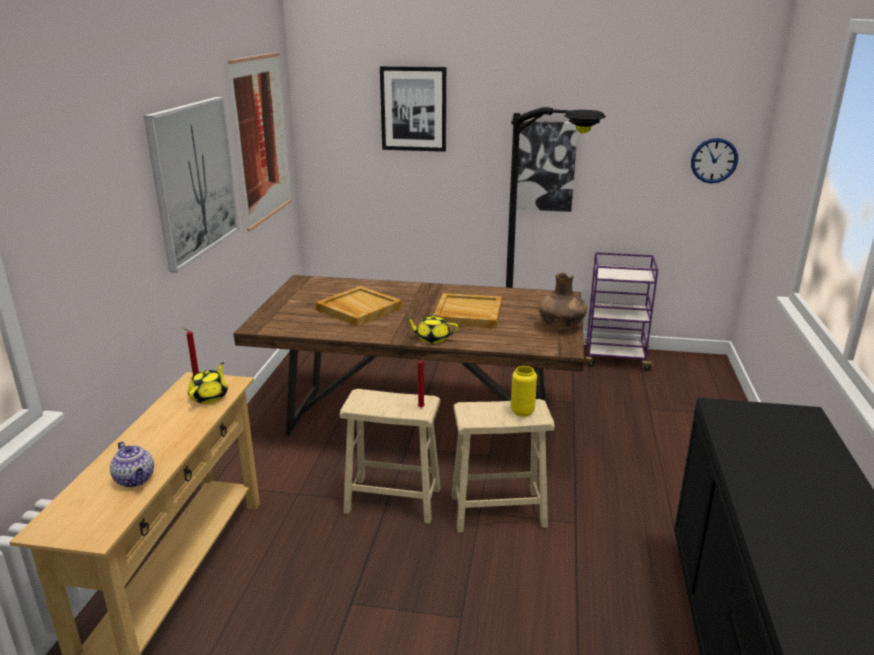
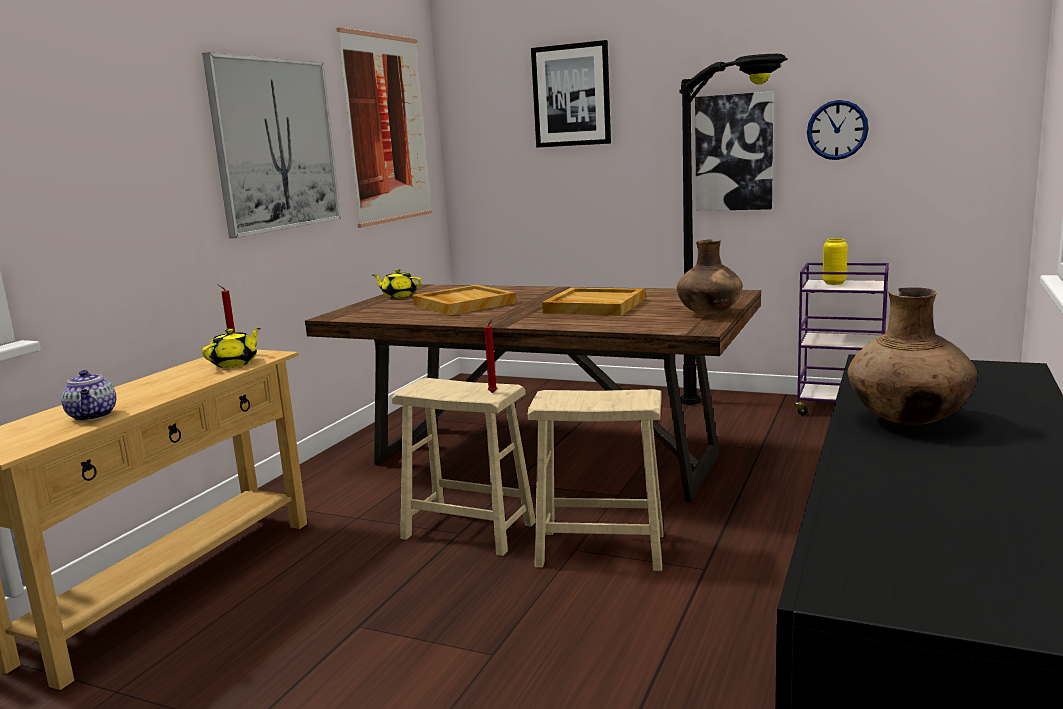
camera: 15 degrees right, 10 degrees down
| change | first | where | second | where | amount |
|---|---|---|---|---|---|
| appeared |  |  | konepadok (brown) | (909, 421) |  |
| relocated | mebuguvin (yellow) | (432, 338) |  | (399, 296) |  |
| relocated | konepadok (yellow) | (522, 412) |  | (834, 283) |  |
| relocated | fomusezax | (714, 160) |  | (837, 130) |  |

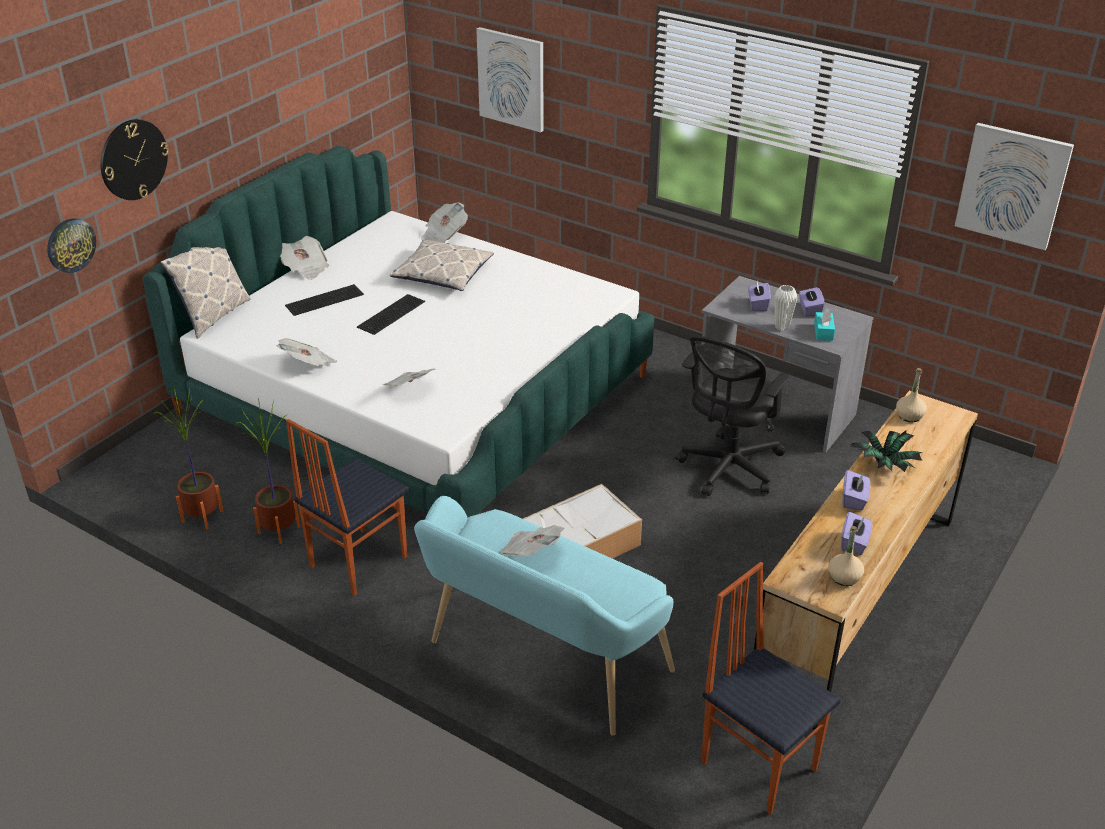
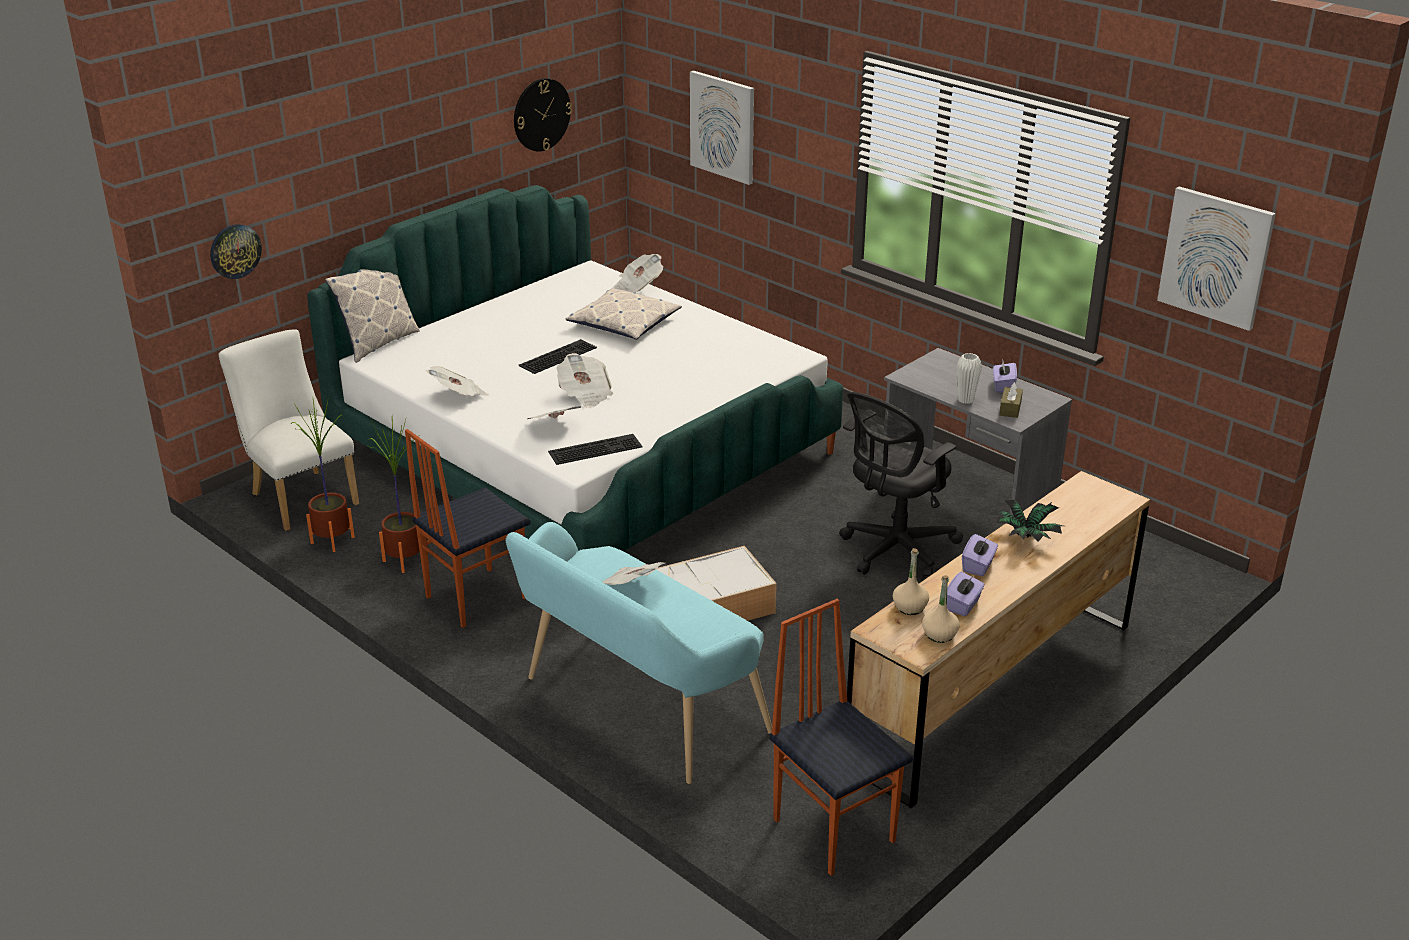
camera: 10 degrees right, 5 degrees down
| change | first | where | second | where | amount |
|---|---|---|---|---|---|
| missing | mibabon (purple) | (757, 305) |  |  |  |
| appeared |  |  | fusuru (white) | (300, 496) |  |
| relocated | fomusezax | (133, 159) |  | (541, 114) |  |
| relocated | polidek | (305, 268) |  | (585, 394) |  |
| relocated | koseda | (324, 299) |  | (595, 448) |  |
| relocated | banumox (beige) | (909, 416) |  | (910, 607) |  |
| colour | mibabon (turquoise) | (823, 332) | mibabon (brown) | (1010, 408) |  |

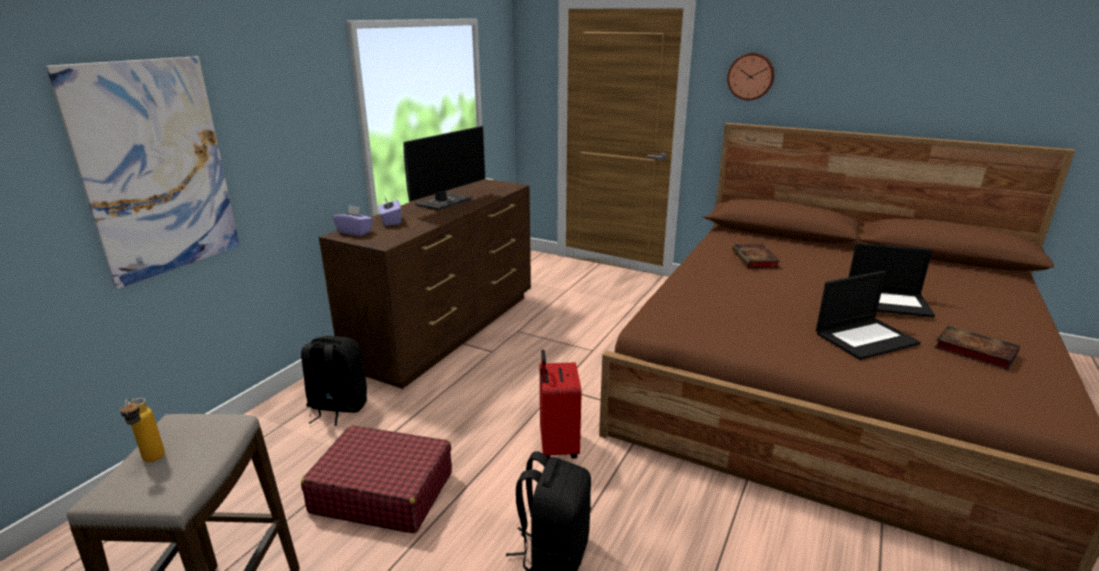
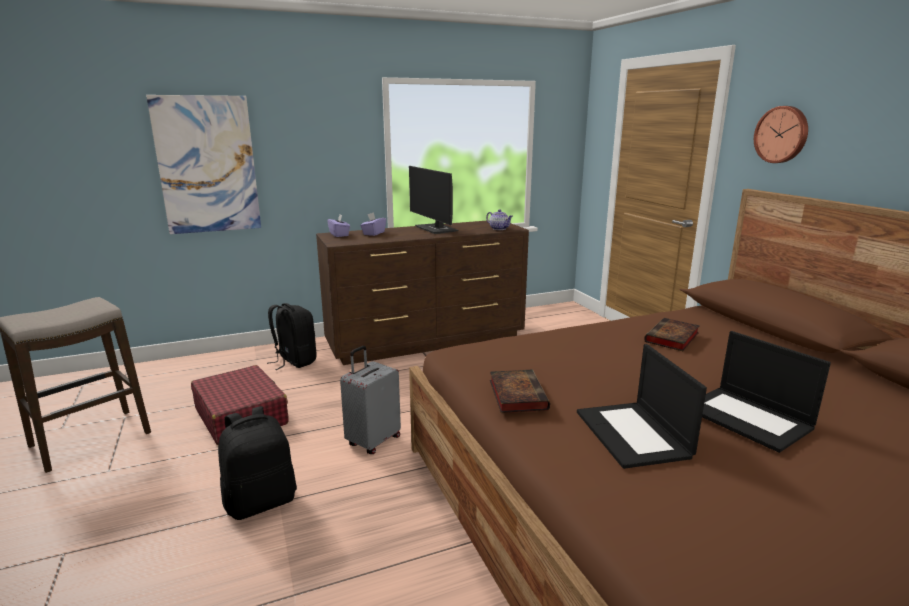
camera: 40 degrees right, 5 degrees down
| change | first | where | second | where | amount |
|---|---|---|---|---|---|
| missing | banumox | (152, 462) |  |  |  |
| appeared |  |  | mebuguvin | (499, 228) |  |
| relocated | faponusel | (972, 350) |  | (516, 394) |  |
| colour | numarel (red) | (557, 446) | numarel (grey) | (373, 441) |  |
| spun | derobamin | (444, 202) |  | (437, 229) | 75 degrees clockwise |
| spun | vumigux | (866, 338) |  | (634, 434) | 60 degrees clockwise |

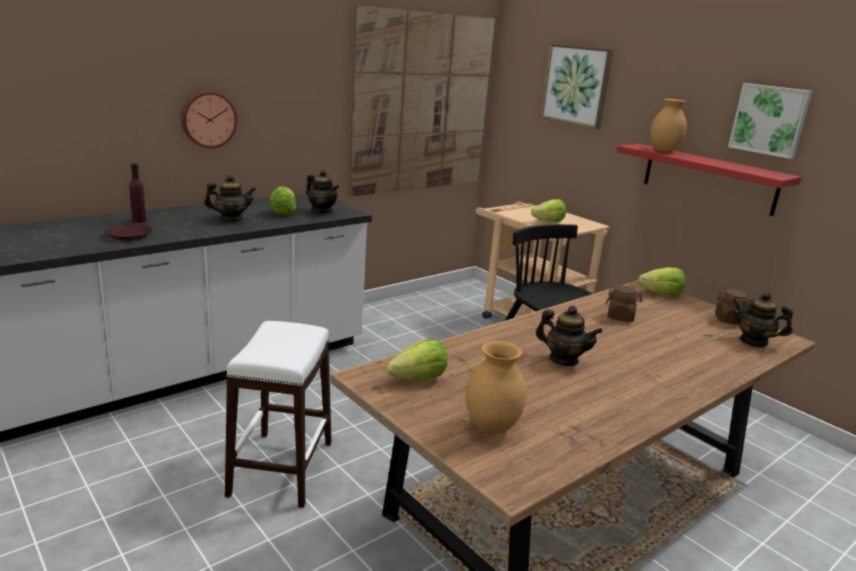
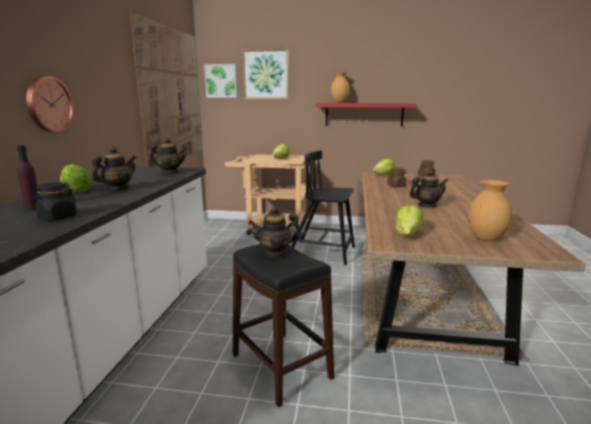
camera: 40 degrees left, 5 degrees down
| change | first | where | second | where | amount |
|---|---|---|---|---|---|
| relocated | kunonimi | (283, 212) |  | (75, 191) |  |
| relocated | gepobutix | (770, 120) |  | (221, 81) |  |
| relocated | mebuguvin | (754, 341) |  | (275, 253) |  |
| exchanged | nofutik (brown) | (129, 235) | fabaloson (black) | (57, 217) |  |
| colour | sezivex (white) | (280, 468) | sezivex (black) | (280, 366) |  |

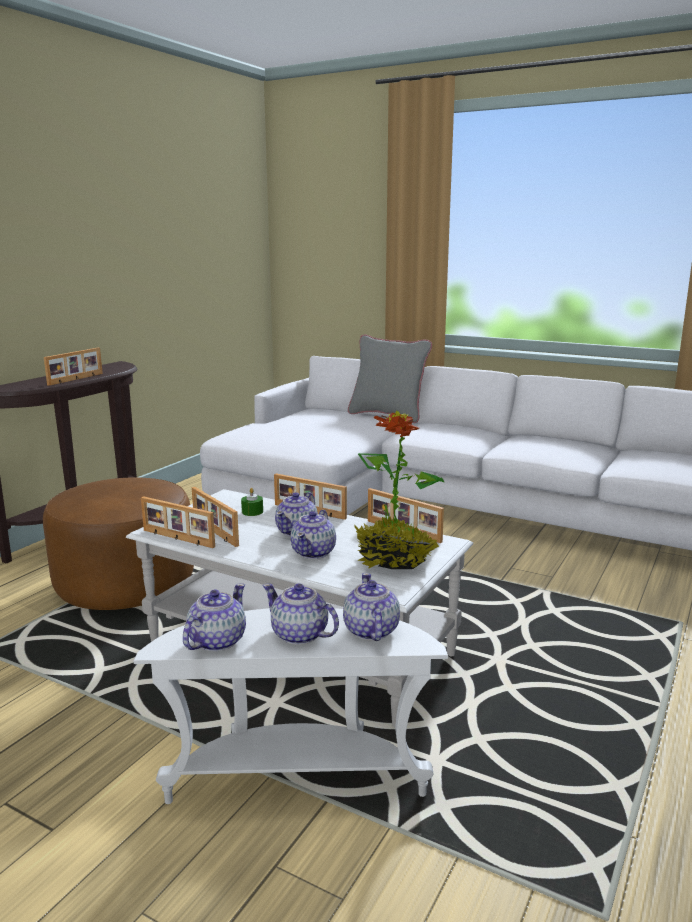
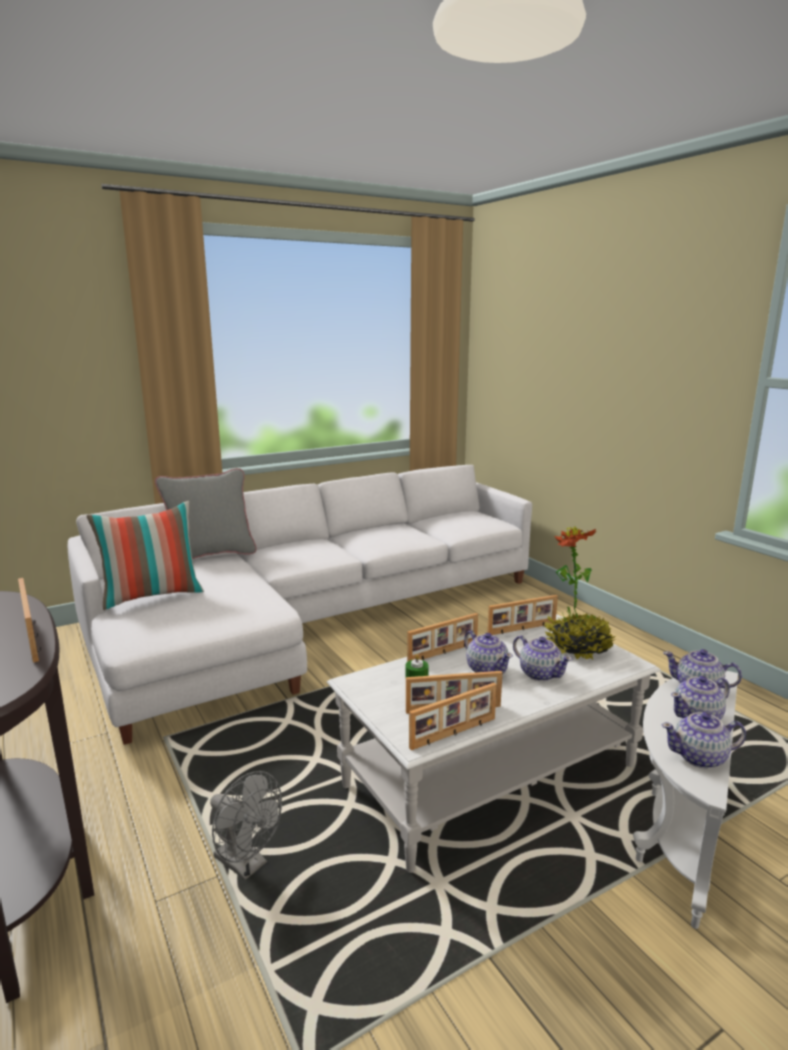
camera: 60 degrees left, 0 degrees up
| change | first | where | second | where | amount |
|---|---|---|---|---|---|
| appeared |  |  | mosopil | (152, 596) |  |
| exchanged | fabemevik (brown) | (126, 584) | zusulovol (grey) | (247, 864) |  |
| spun | mebuguvin | (216, 641) |  | (700, 757) | 60 degrees counterclockwise |

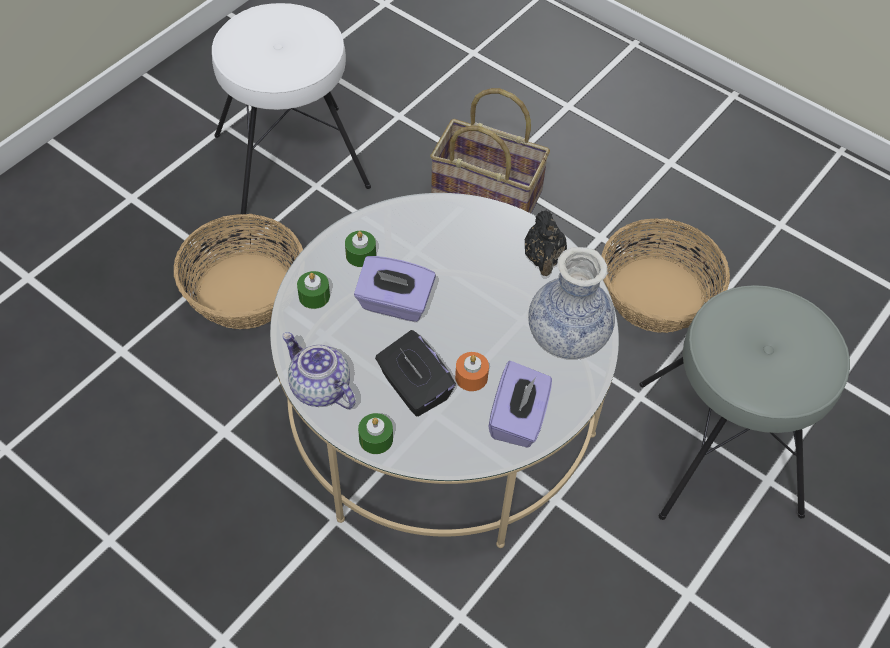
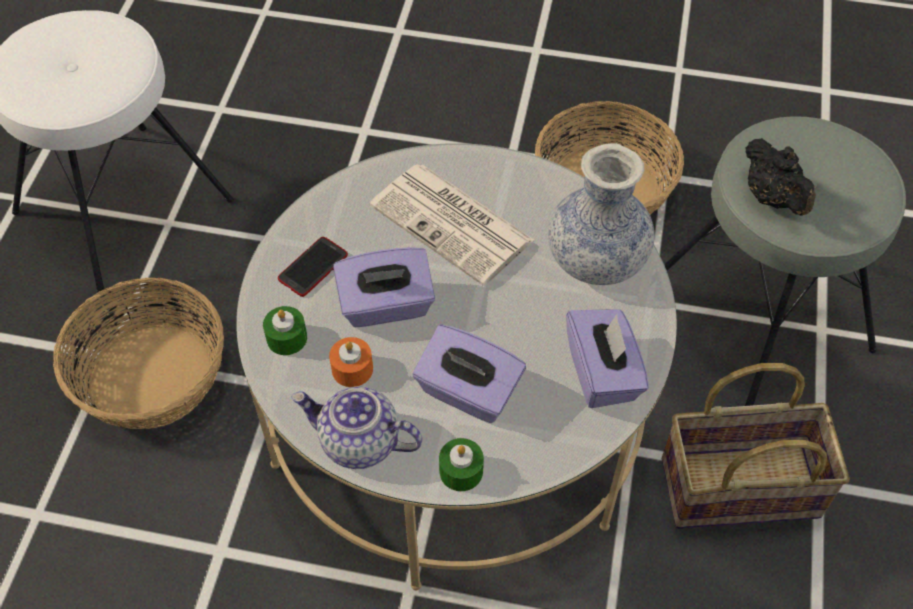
camera: 25 degrees left, 0 degrees up
| change | first | where | second | where | amount |
|---|---|---|---|---|---|
| appeared |  |  | polidek | (454, 224) |  |
| relocated | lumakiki | (488, 193) |  | (740, 485) |  |
| relocated | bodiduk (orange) | (471, 377) |  | (352, 369) |  |
| relocated | mebuguvin (black) | (543, 259) |  | (772, 198) |  |
| exchanged | bodiduk (green) | (361, 255) | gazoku | (313, 267) |  |
| colour | mibabon (black) | (414, 388) | mibabon (purple) | (468, 392) |  |

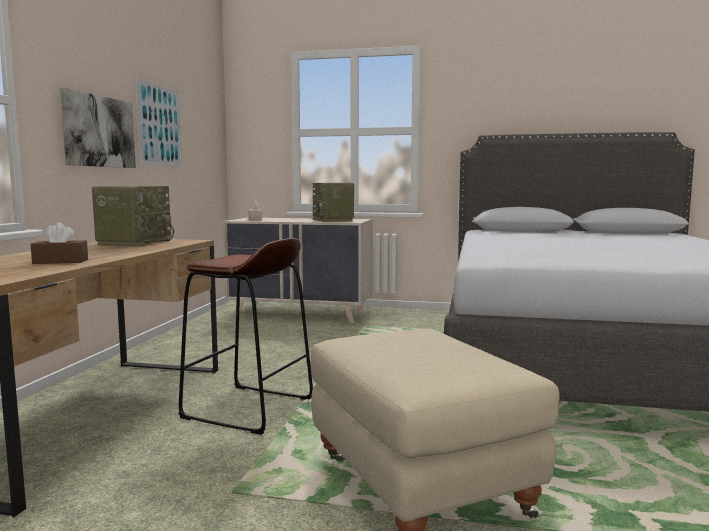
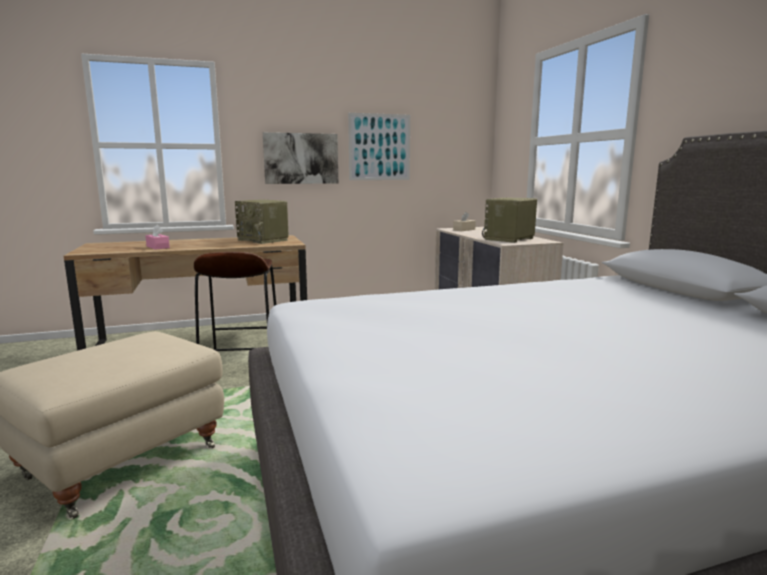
camera: 60 degrees right, 5 degrees up
| change | first | where | second | where | amount |
|---|---|---|---|---|---|
| colour | mibabon (brown) | (60, 261) | mibabon (pink) | (158, 247) |  |
| spun | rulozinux | (135, 243) |  | (264, 240) | 60 degrees clockwise |

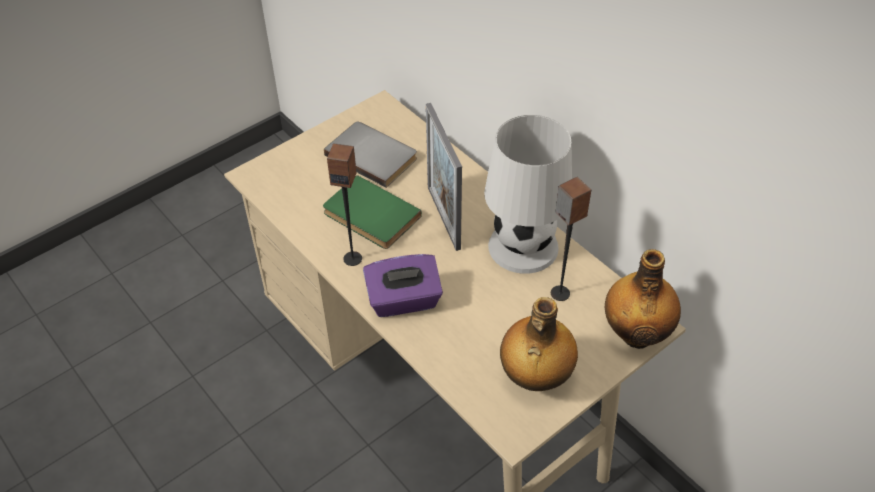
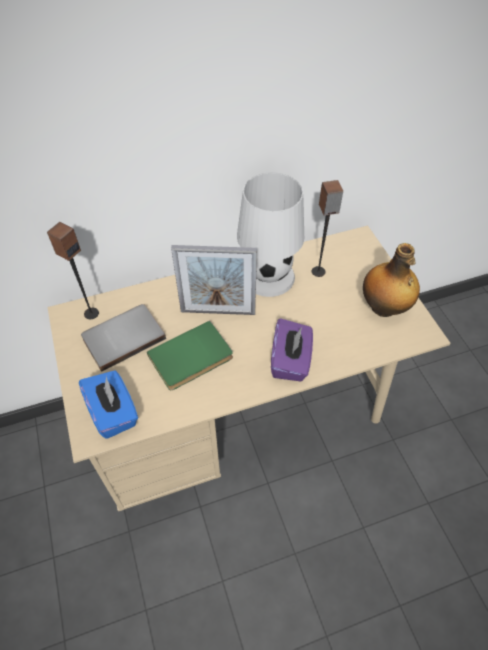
camera: 70 degrees left, 5 degrees up
| change | first | where | second | where | amount |
|---|---|---|---|---|---|
| missing | banumox | (636, 333) |  |  |  |
| appeared |  |  | mibabon (blue) | (113, 413) |  |
| relocated | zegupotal | (353, 258) |  | (91, 313) |  |

